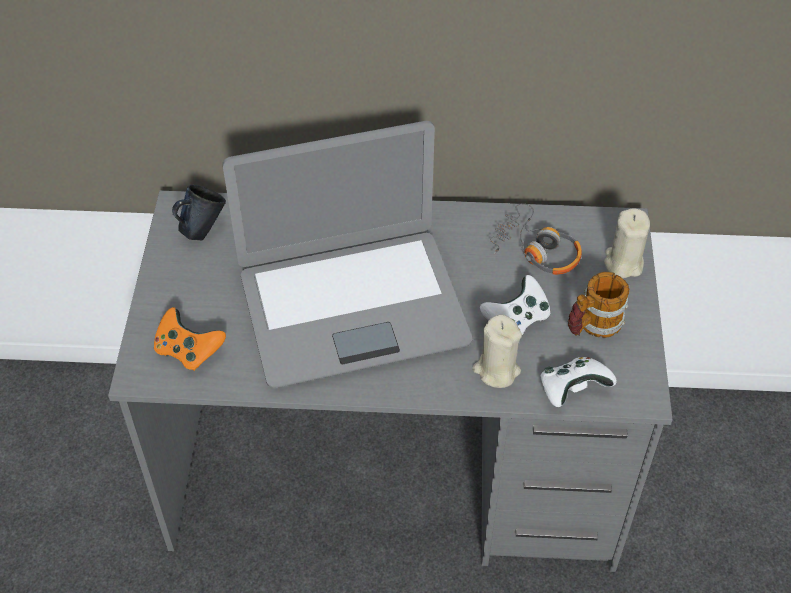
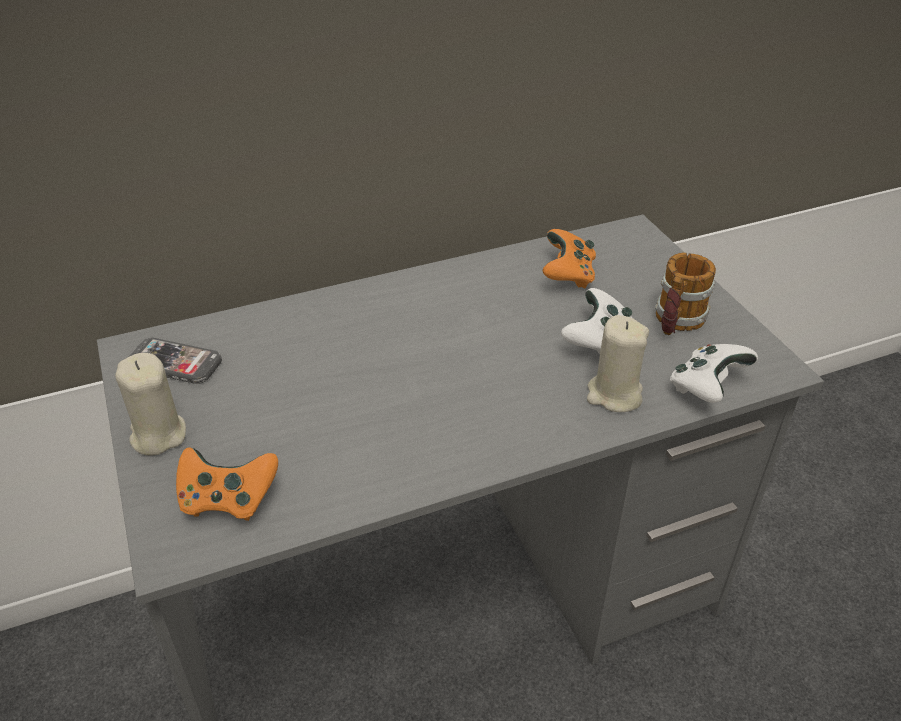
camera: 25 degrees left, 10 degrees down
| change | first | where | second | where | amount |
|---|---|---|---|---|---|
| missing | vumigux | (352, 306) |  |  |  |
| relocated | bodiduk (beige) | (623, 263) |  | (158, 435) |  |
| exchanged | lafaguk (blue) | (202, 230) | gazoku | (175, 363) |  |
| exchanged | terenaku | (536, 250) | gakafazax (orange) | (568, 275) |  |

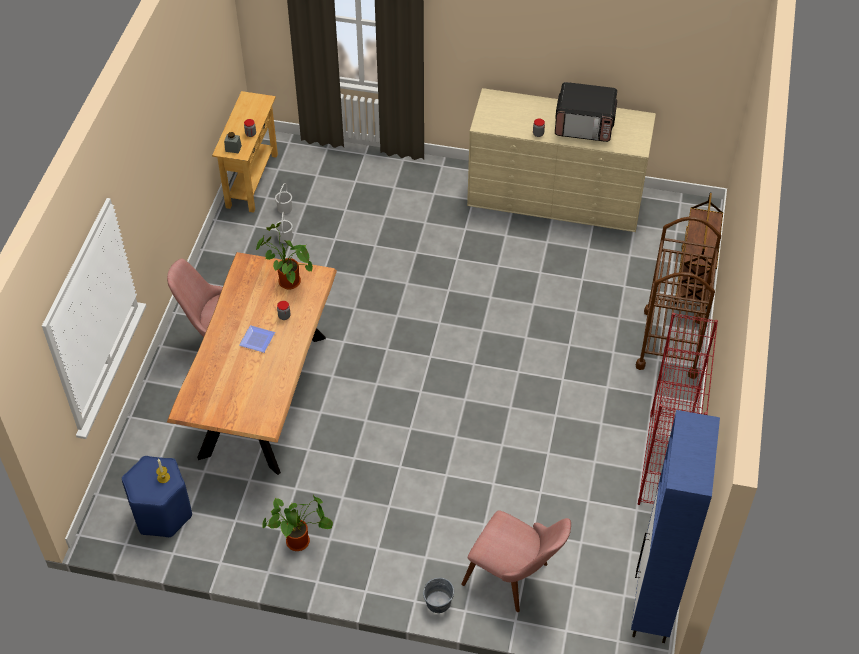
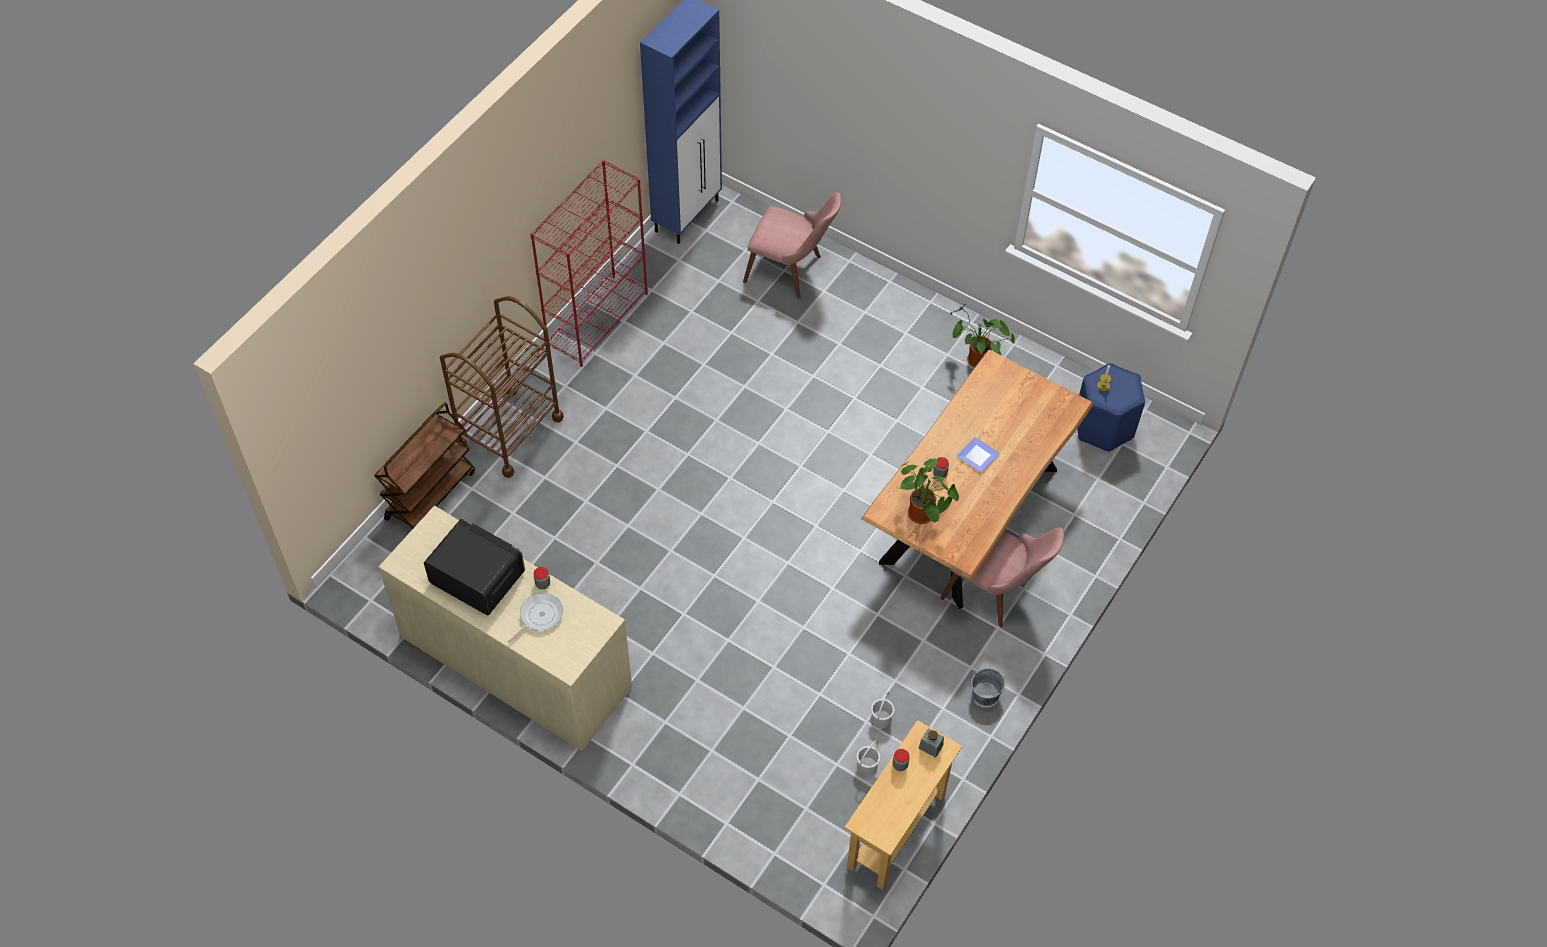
camera: 160 degrees left, 5 degrees up
| change | first | where | second | where | amount |
|---|---|---|---|---|---|
| appeared |  |  | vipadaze | (539, 616) |  |
| relocated | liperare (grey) | (438, 602) |  | (985, 694) |  |
| spun | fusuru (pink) | (515, 578) |  | (792, 271) | 150 degrees clockwise |

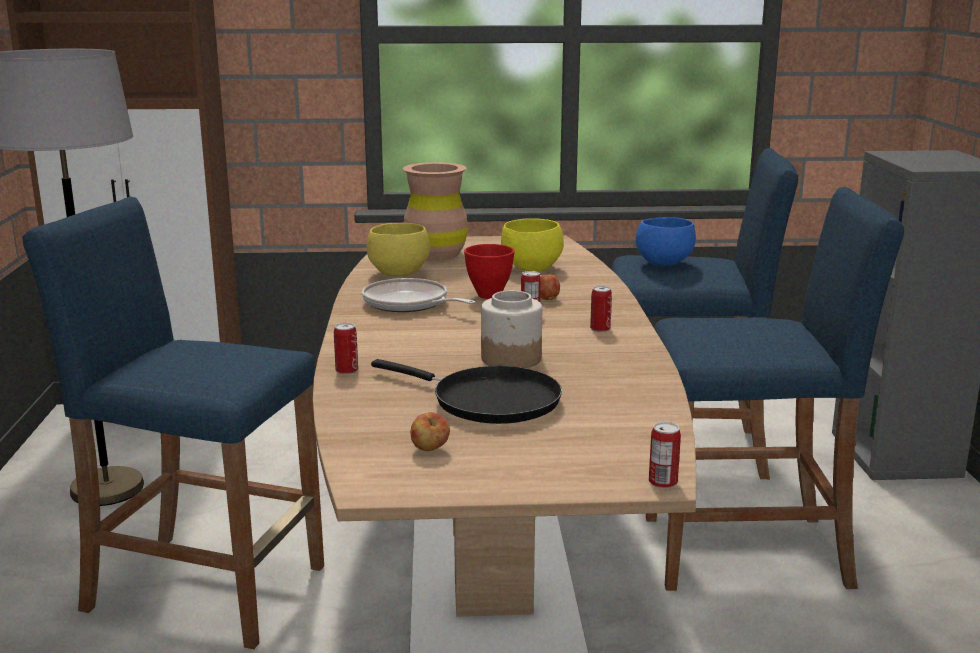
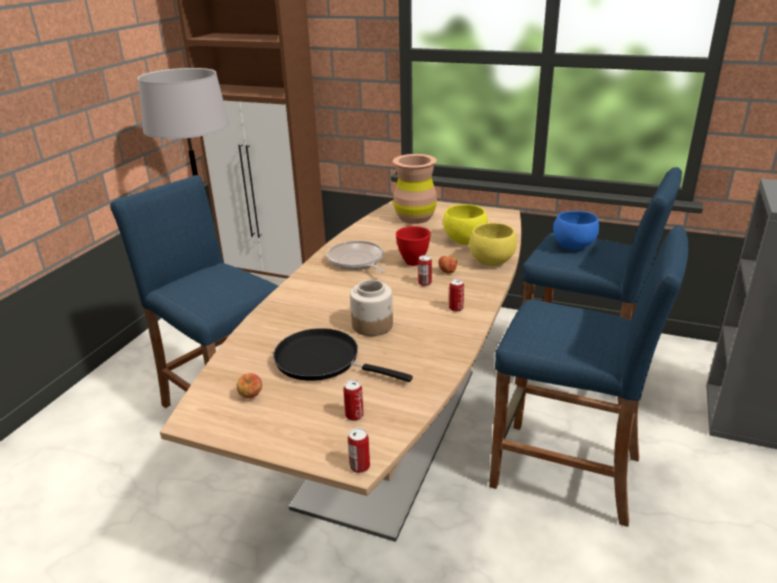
camera: 25 degrees right, 10 degrees up
| change | first | where | second | where | amount |
|---|---|---|---|---|---|
| relocated | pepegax | (347, 371) |  | (354, 415) |  |
| relocated | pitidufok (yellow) | (397, 273) |  | (490, 262) |  |
| spun | vipadaze (black) | (488, 401) |  | (323, 361) | 150 degrees clockwise |

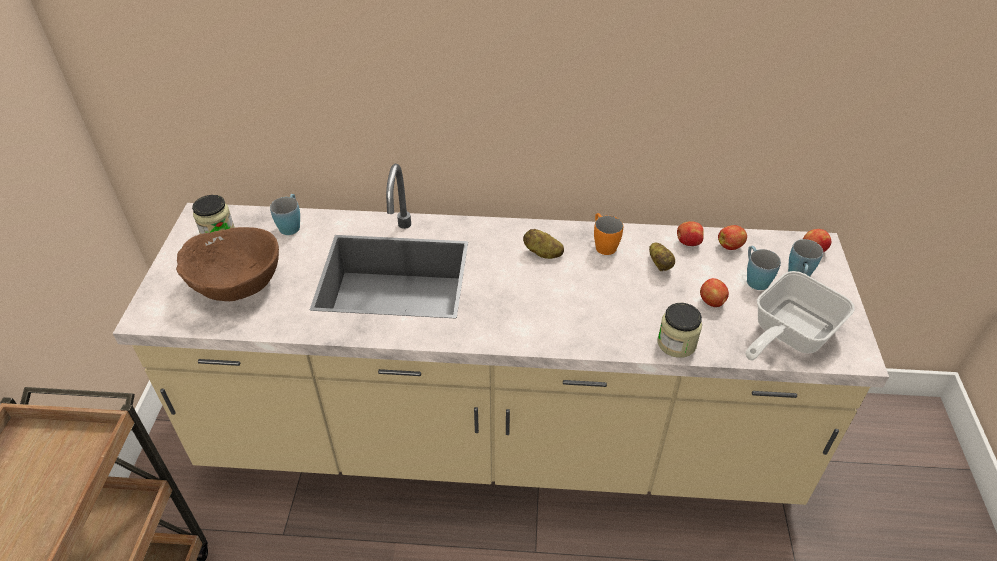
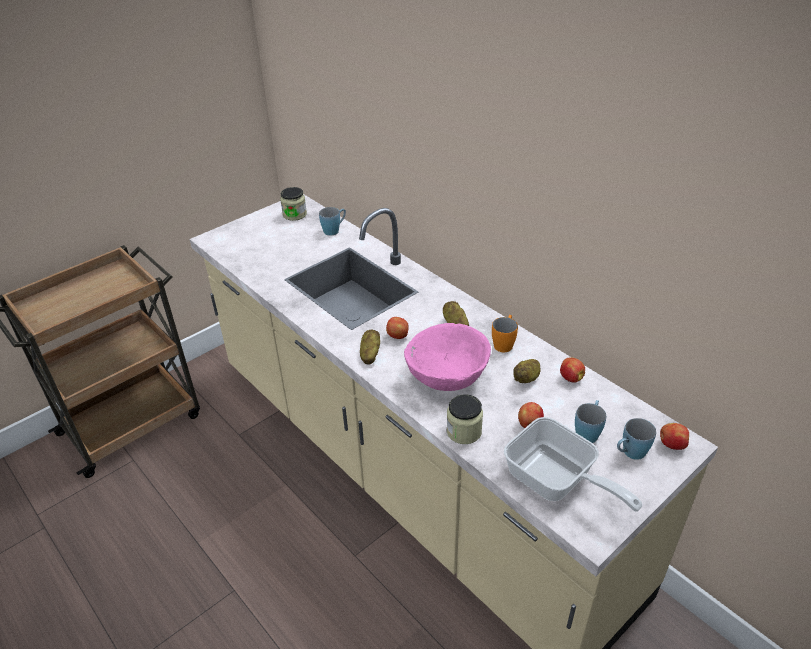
camera: 45 degrees right, 5 degrees down
| change | first | where | second | where | amount |
|---|---|---|---|---|---|
| missing | pitidufok (brown) | (237, 282) |  |  |  |
| appeared |  |  | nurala | (369, 354) |  |
| appeared |  |  | pitidufok (pink) | (446, 375) |  |
| relocated | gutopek | (730, 246) |  | (398, 336) |  |
| spun | vipadaze | (787, 334) |  | (556, 482) | 135 degrees counterclockwise |

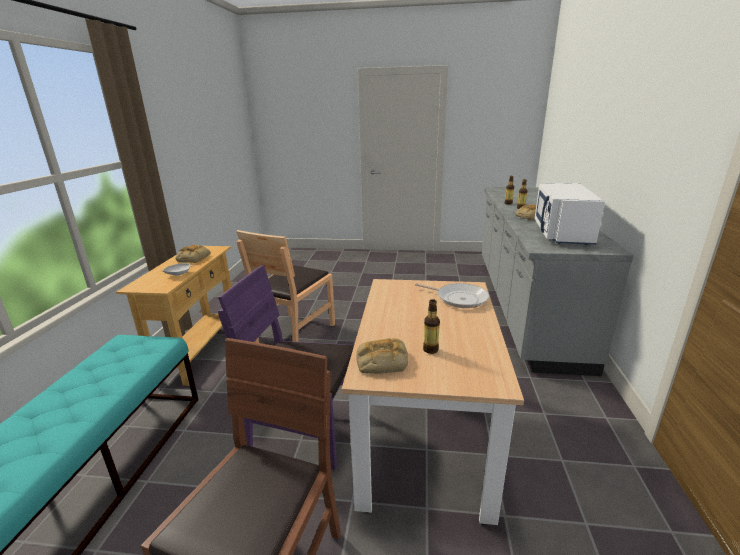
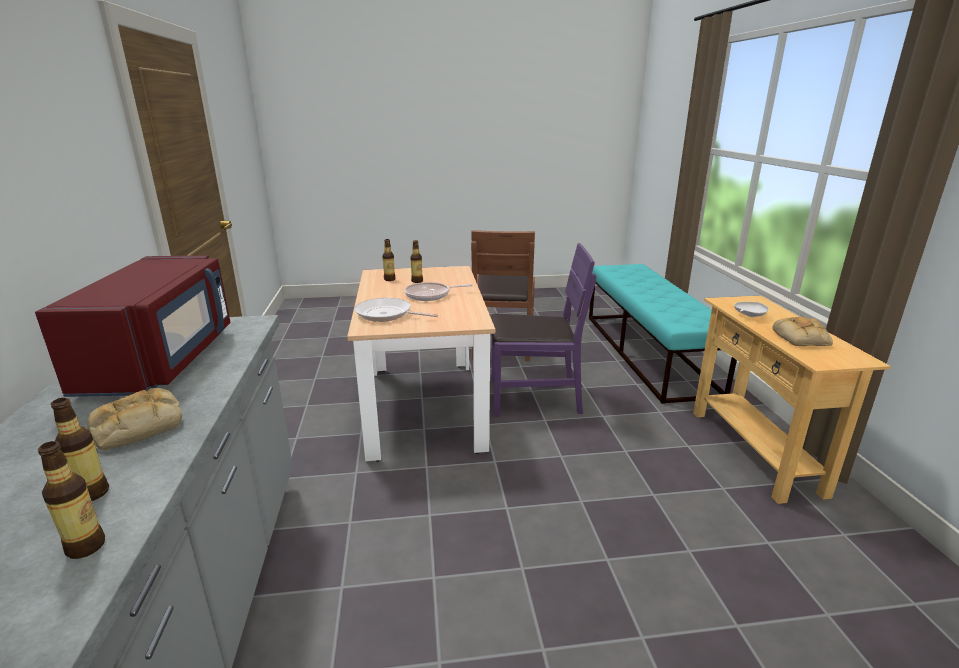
camera: 165 degrees right, 0 degrees up
| change | first | where | second | where | amount |
|---|---|---|---|---|---|
| missing | fusuru (brown) | (294, 333) |  |  |  |
| missing | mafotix | (381, 361) |  |  |  |
| appeared |  |  | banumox | (389, 279) |  |
| appeared |  |  | vipadaze | (430, 295) |  |
| colour | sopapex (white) | (561, 233) | sopapex (red) | (163, 359) |  |

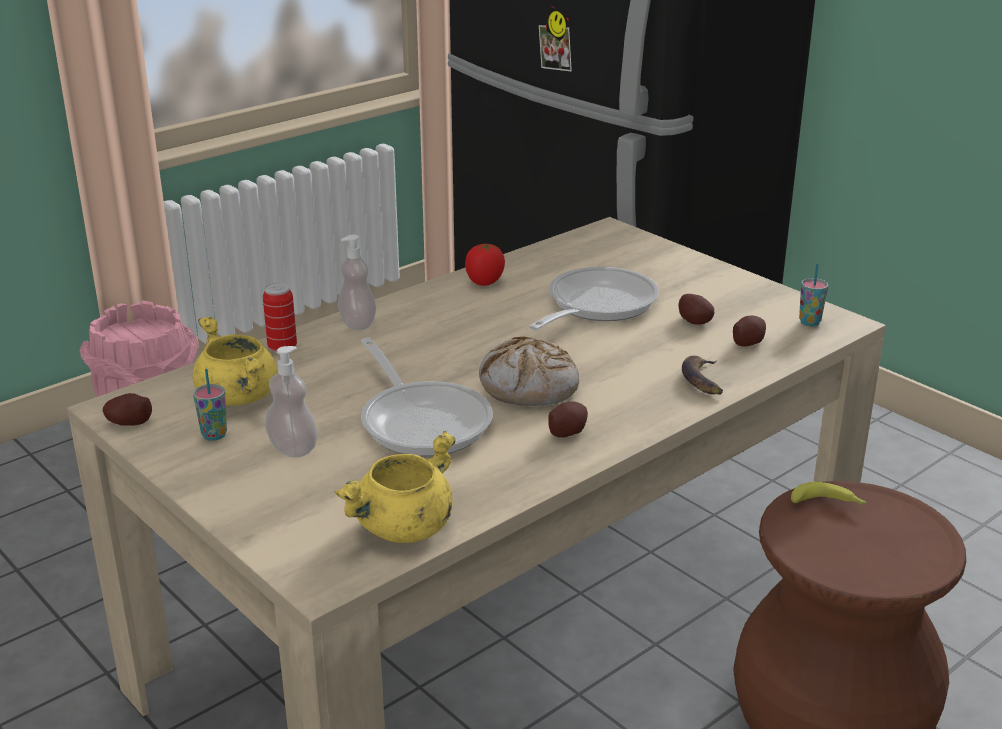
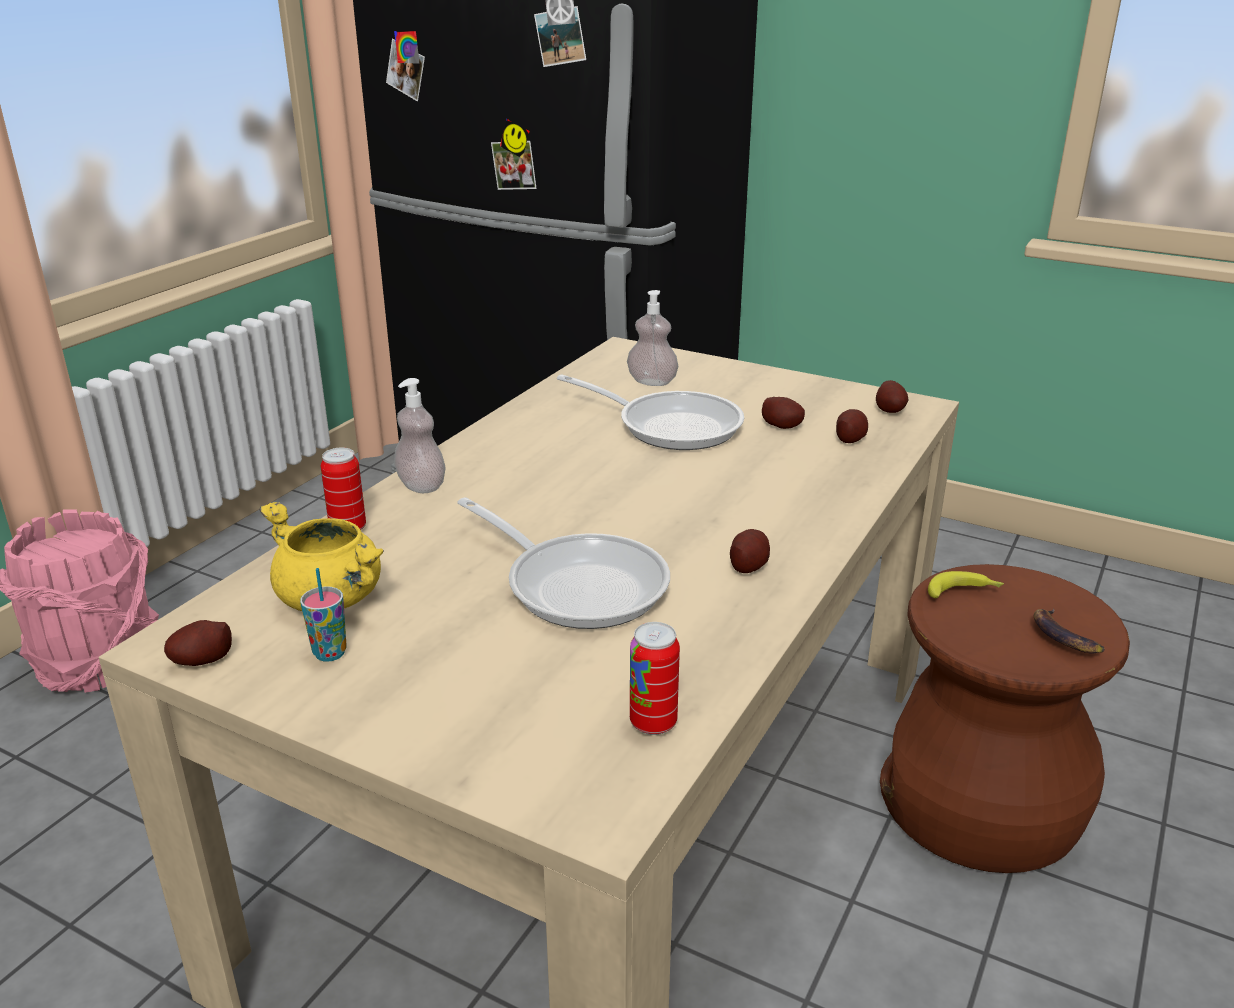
camera: 20 degrees left, 0 degrees up
| change | first | where | second | where | amount |
|---|---|---|---|---|---|
| missing | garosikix | (484, 282) |  |  |  |
| missing | mafotix | (529, 387) |  |  |  |
| relocated | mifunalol | (293, 448) |  | (652, 382) |  |
| relocated | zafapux | (703, 380) |  | (1064, 636) |  |
| exchanged | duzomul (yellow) | (403, 529) | pepegax | (653, 723) |  |
| exchanged | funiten | (809, 322) | nurala | (890, 410) |  |
| spun | vipadaze | (595, 306) |  | (670, 425) | 105 degrees clockwise |

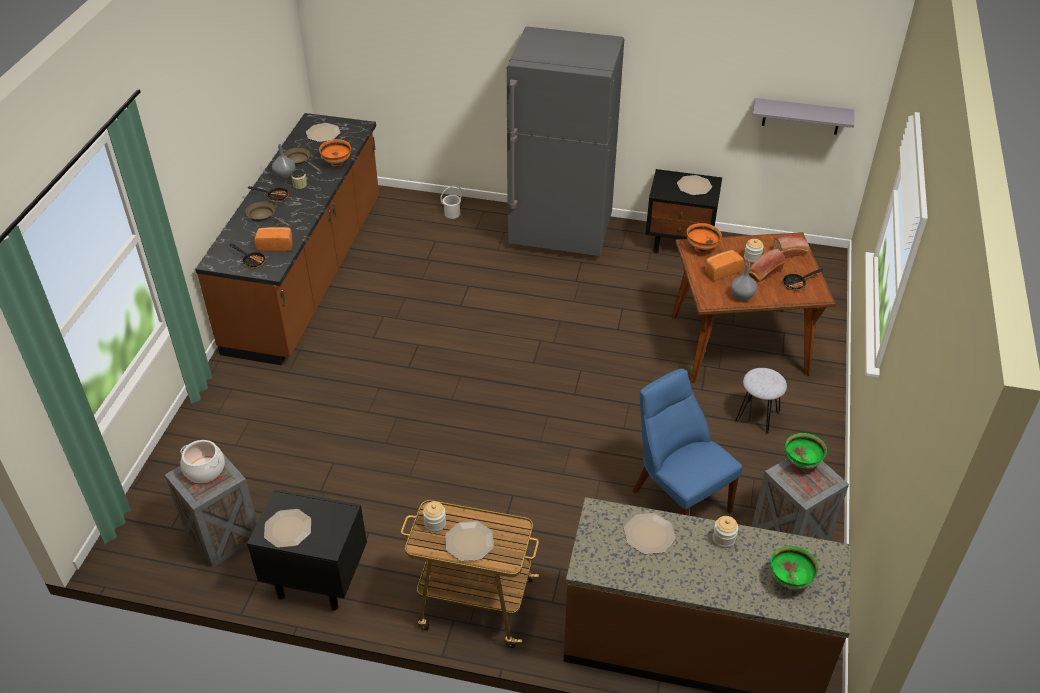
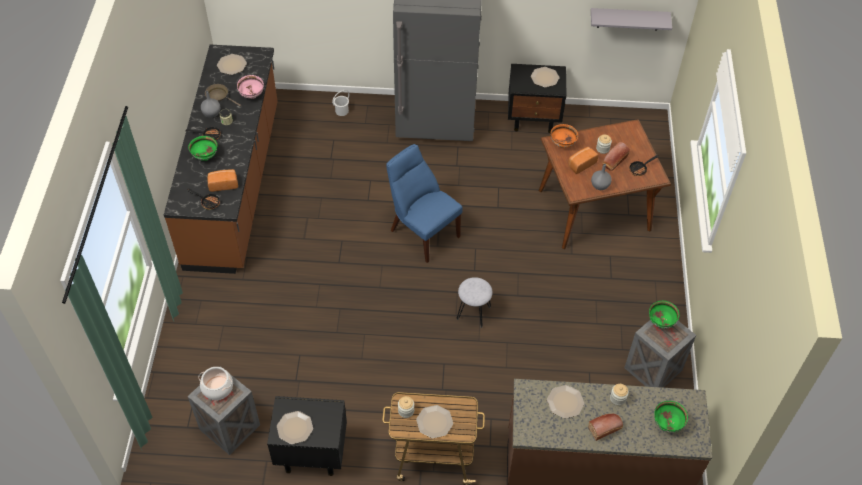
camera: 10 degrees left, 10 degrees up
| change | first | where | second | where | amount |
|---|---|---|---|---|---|
| relocated | fusuru (blue) | (678, 498) |  | (422, 232) |  |
| relocated | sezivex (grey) | (757, 417) |  | (473, 313) |  |
| relocated | mafotix | (791, 252) |  | (605, 428) |  |
| exchanged | vipadaze (brown) | (263, 216) | pitidufok (green) | (205, 156) |  |
| colour | pitidufok (orange) | (337, 163) | pitidufok (pink) | (252, 95) |  |

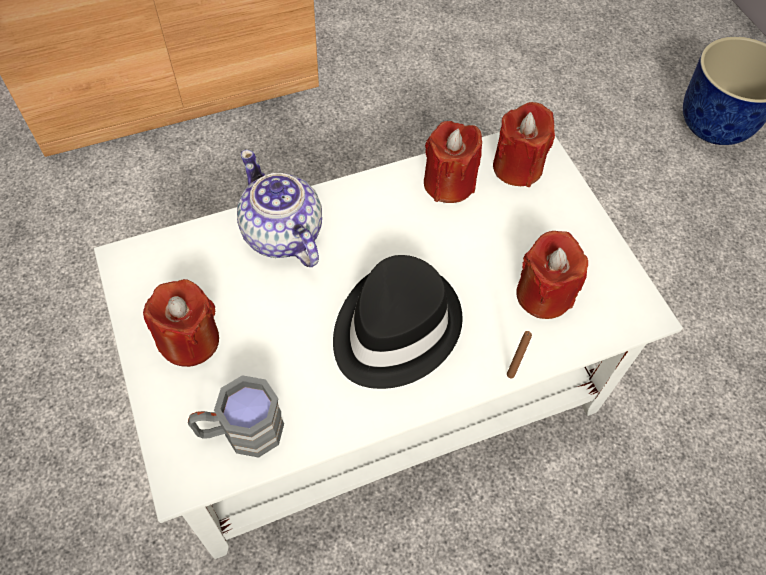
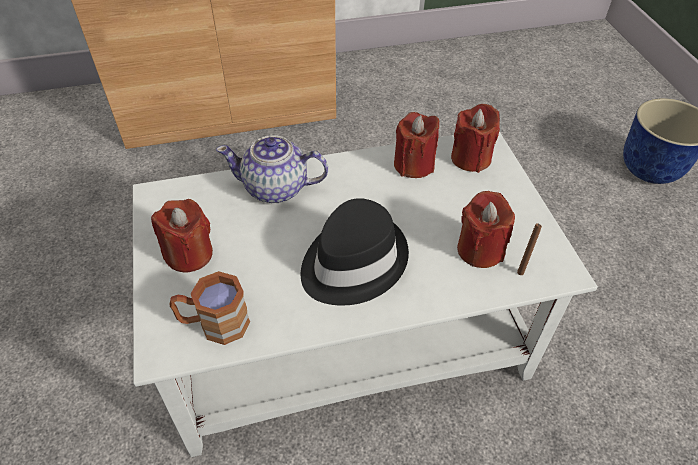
camera: 10 degrees right, 10 degrees down
| change | first | where | second | where | amount |
|---|---|---|---|---|---|
| relocated | bodiduk (brown) | (510, 374) |  | (520, 272) |  |
| colour | lafaguk (grey) | (241, 431) | lafaguk (brown) | (214, 324) |  |
| spun | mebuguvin | (282, 235) |  | (276, 188) | 60 degrees counterclockwise |

